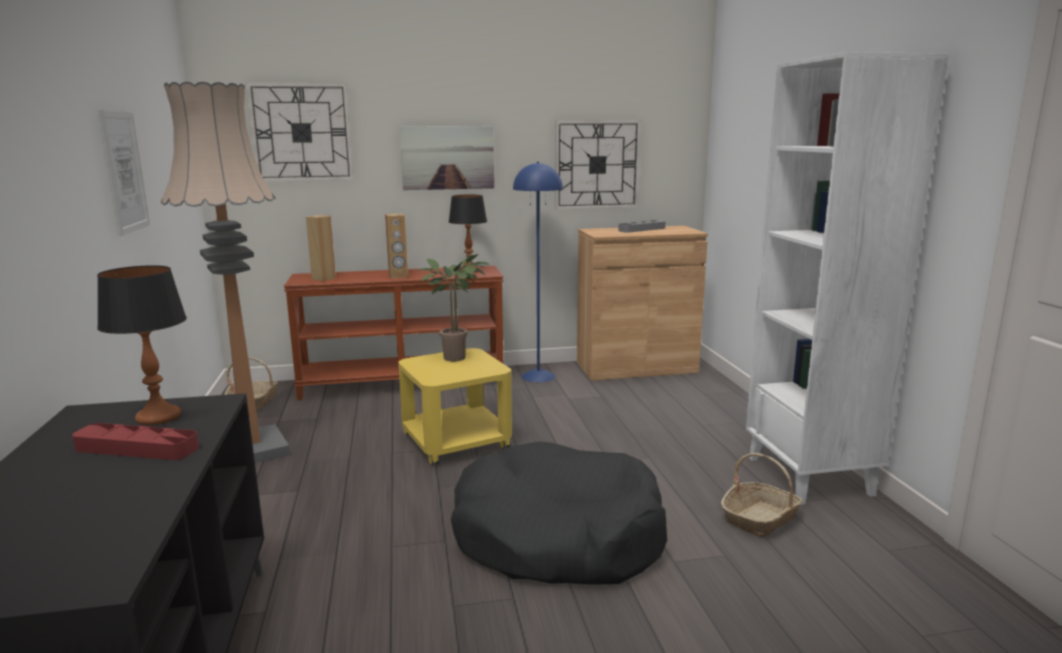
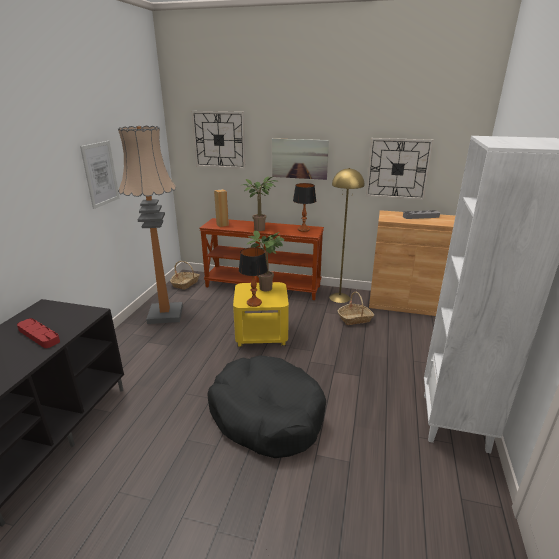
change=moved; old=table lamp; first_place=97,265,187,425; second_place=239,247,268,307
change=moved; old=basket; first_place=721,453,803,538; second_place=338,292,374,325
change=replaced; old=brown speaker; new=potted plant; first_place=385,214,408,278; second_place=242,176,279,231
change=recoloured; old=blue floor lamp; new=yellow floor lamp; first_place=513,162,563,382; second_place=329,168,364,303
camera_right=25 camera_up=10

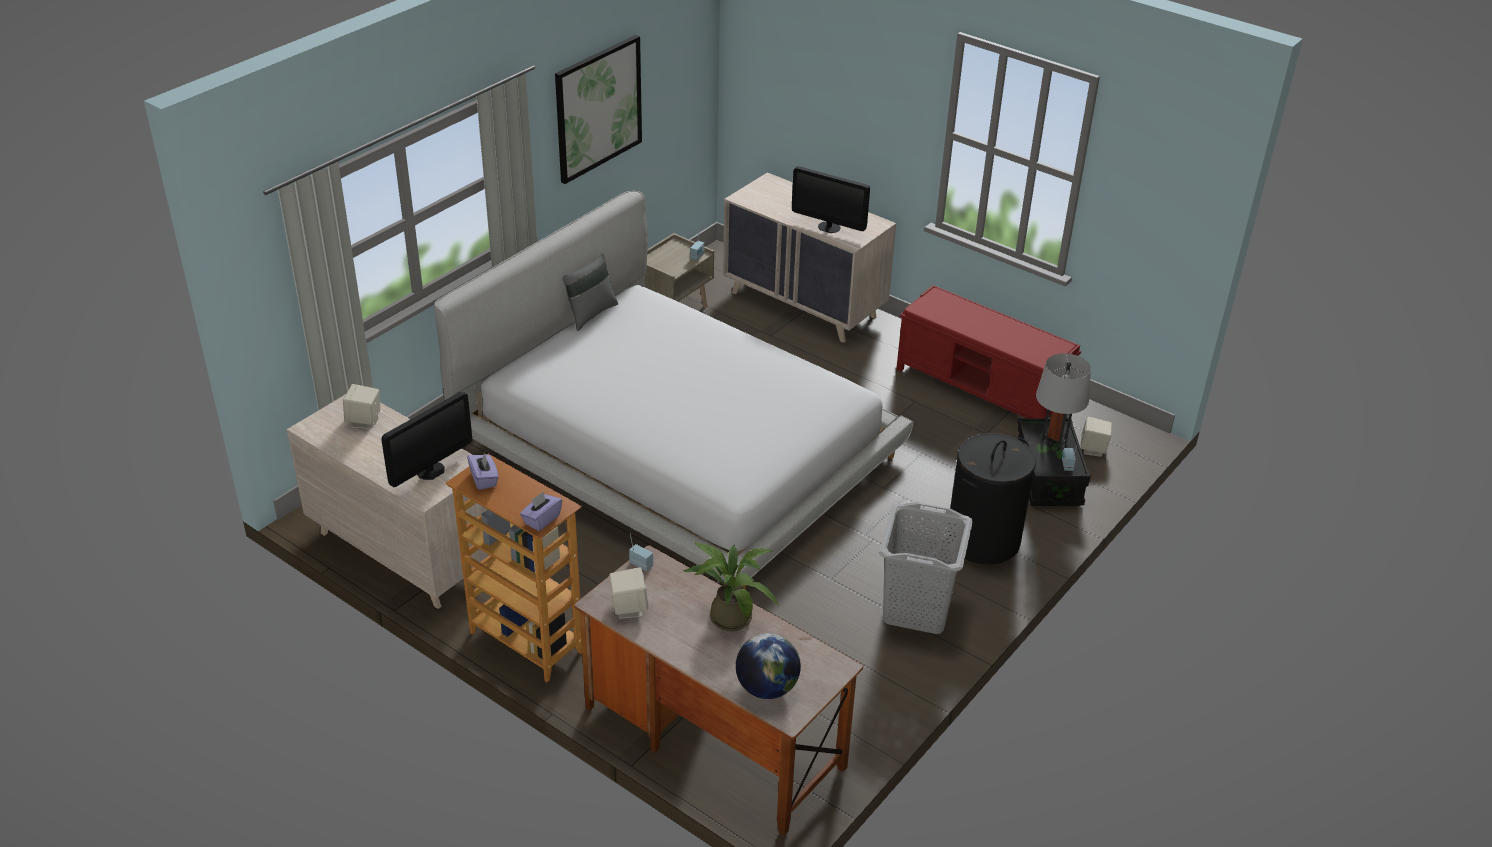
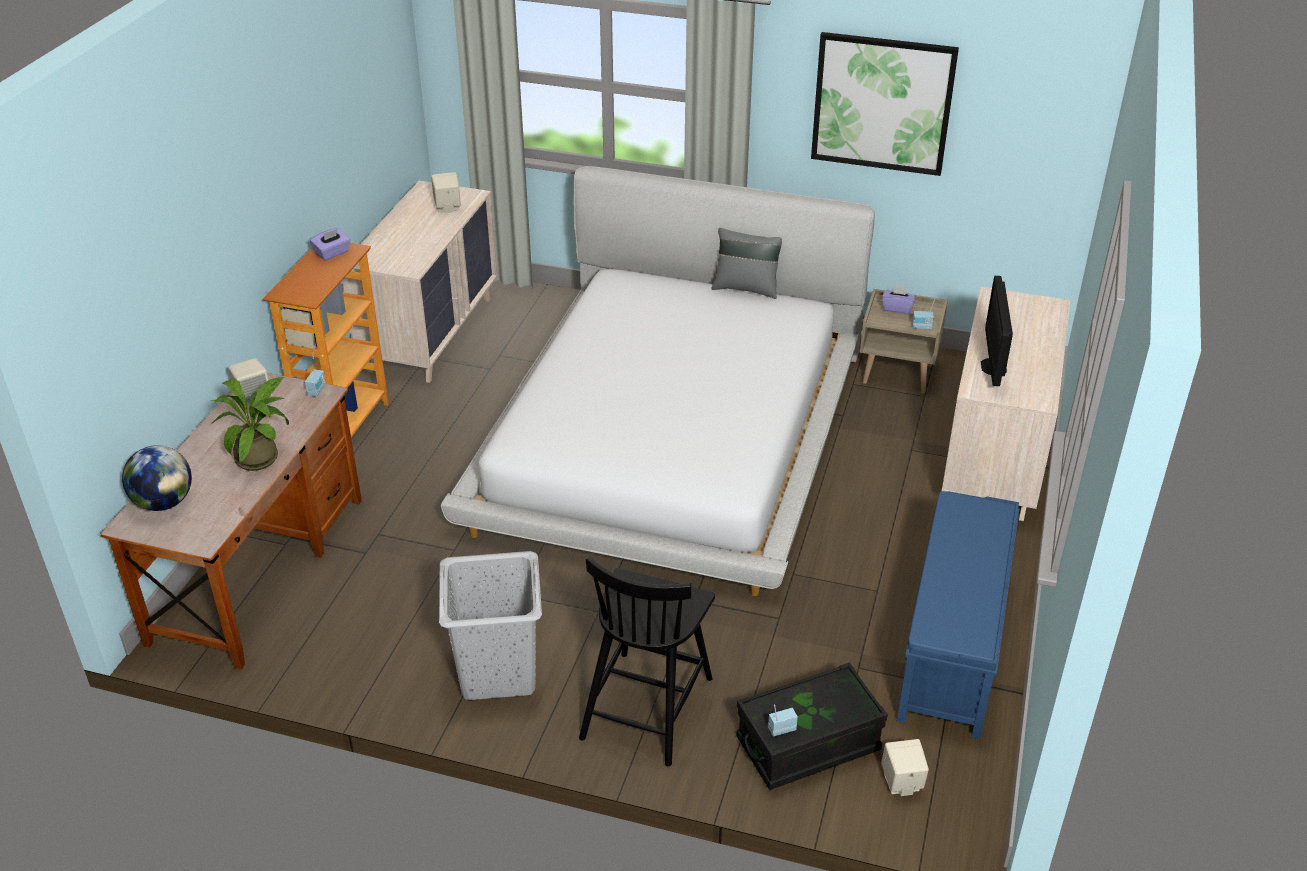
change=removed; old=monitor; first_place=381,391,472,487
change=removed; old=grey table lamp; first_place=1036,353,1091,448
change=moved; old=purple tissue box; first_place=520,492,562,531; second_place=882,285,915,314
change=replaced; old=black laundry basket; new=black chair; first_place=948,433,1036,564; second_place=579,557,715,766
change=recoloured; old=red bench; new=blue bench; first_place=896,285,1081,419; second_place=897,491,1020,739
camera_right=70 camera_up=0

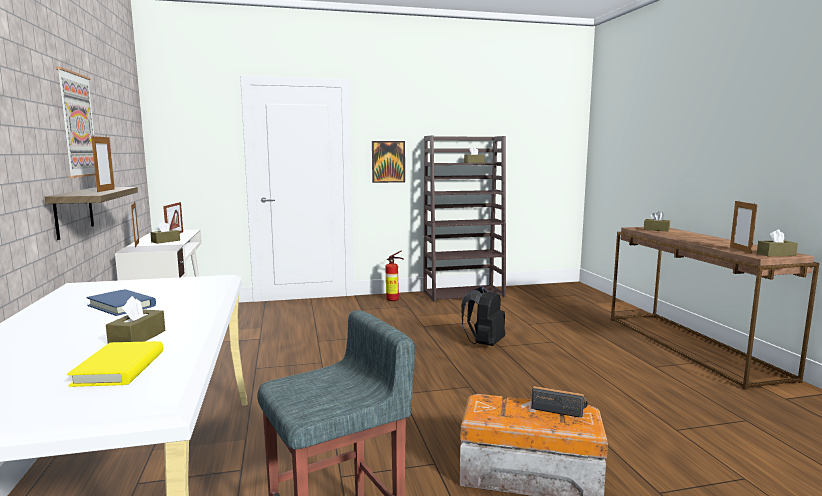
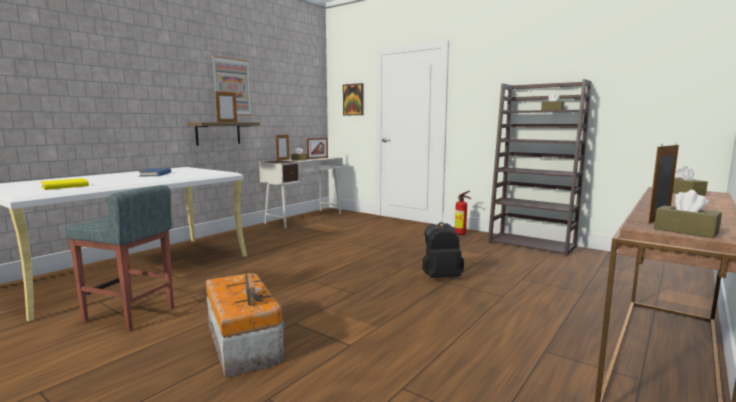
change=removed; old=brown tissue box; first_place=106,296,165,343
change=moved; old=picture; first_place=372,141,405,183; second_place=343,83,363,115
camera_right=50 camera_up=0

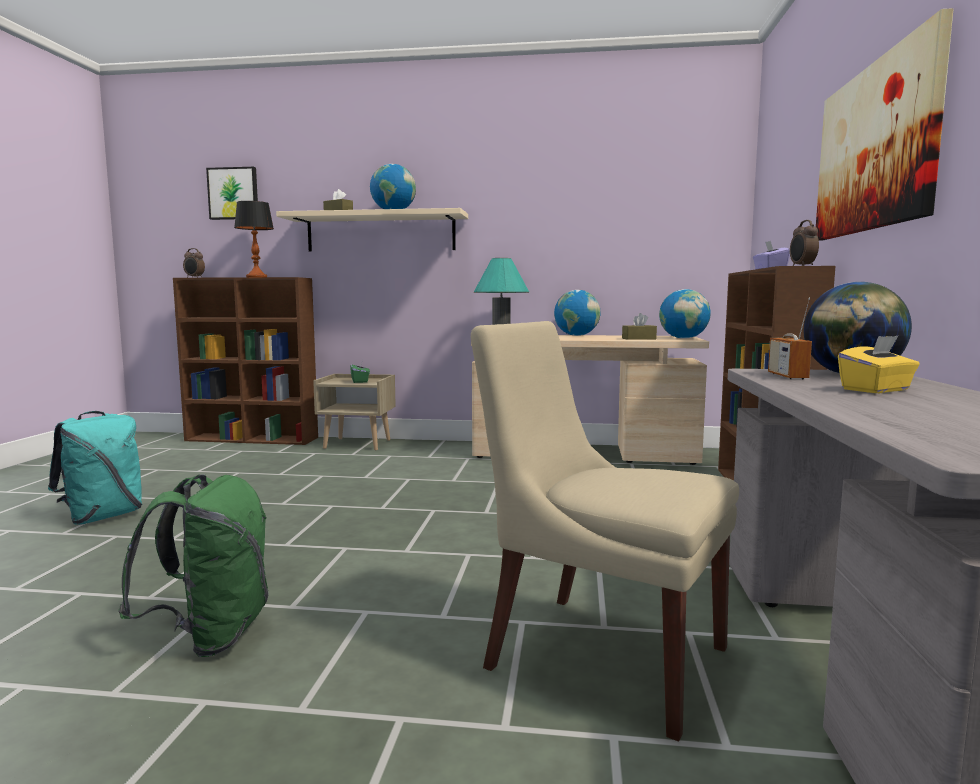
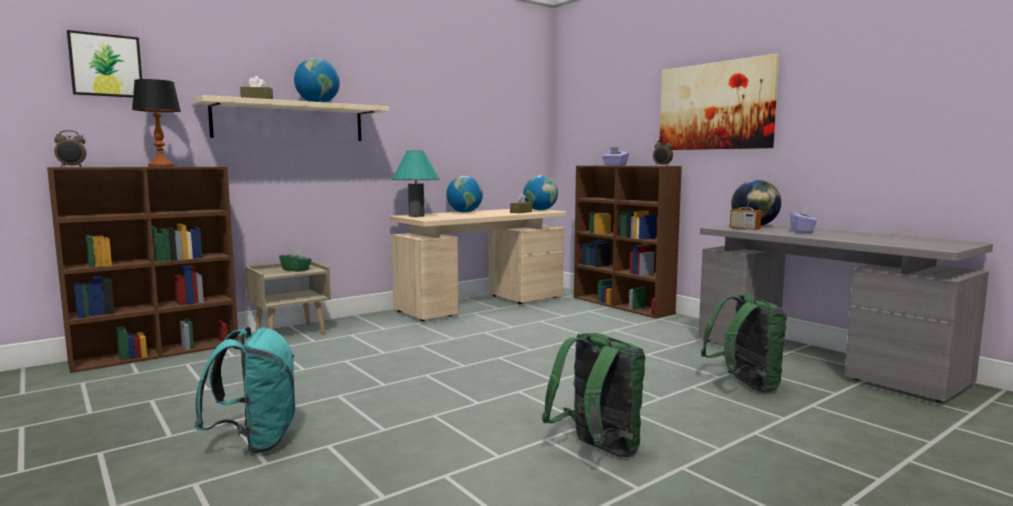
change=replaced; old=beige chair; new=green backpack; first_place=471,321,739,741; second_place=701,293,787,393
change=recoloured; old=yellow tissue box; new=purple tissue box; first_place=838,336,920,393; second_place=790,207,817,233
camera_right=-45 camera_up=0

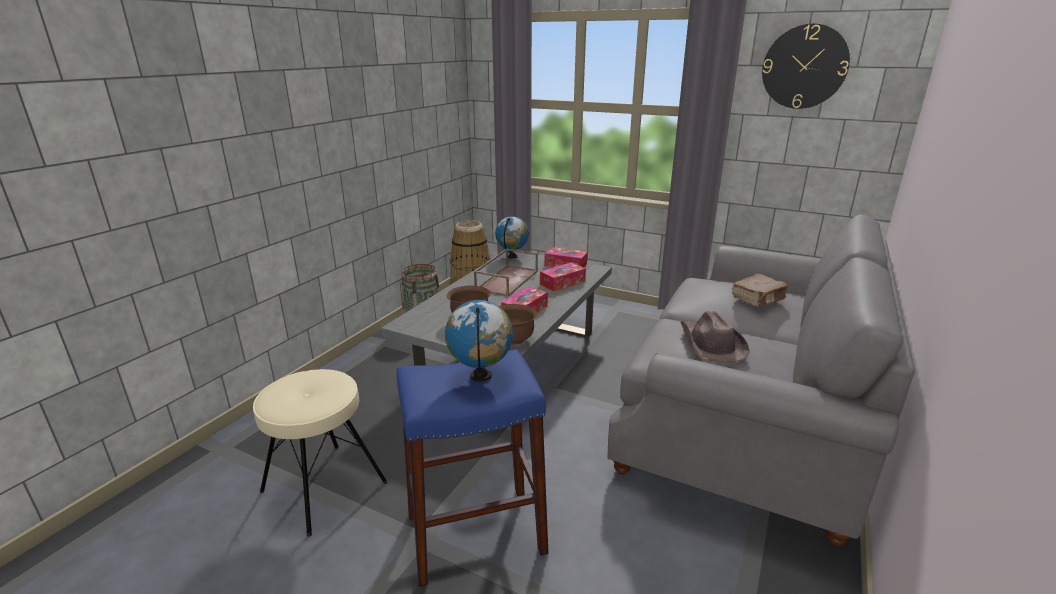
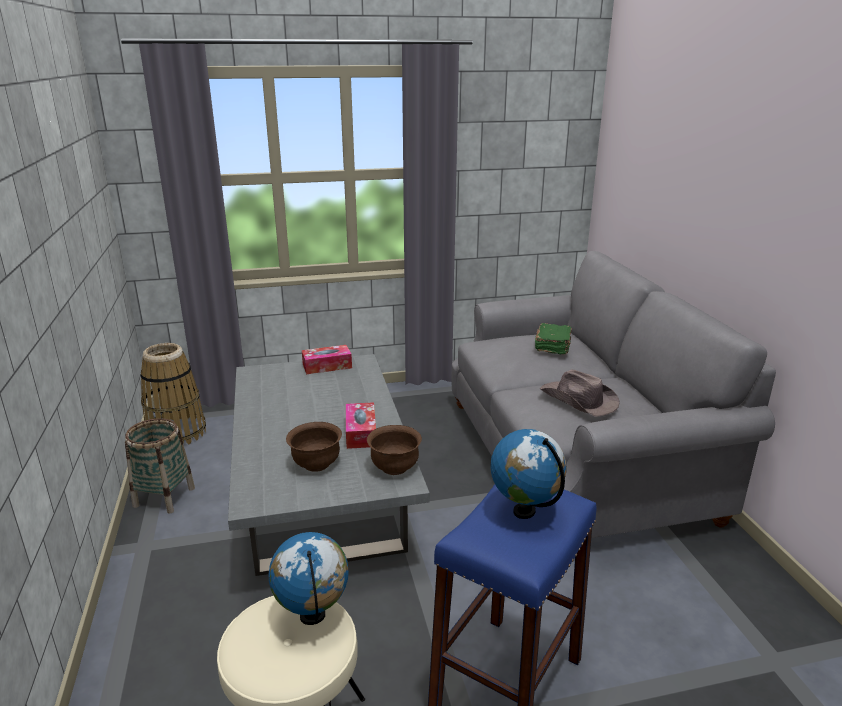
change=removed; old=brown tray; first_place=474,248,538,297
change=removed; old=tissue box; first_place=540,262,586,292
change=removed; old=wall clock; first_place=762,24,850,109
change=moved; old=globe; first_place=495,216,529,259; second_place=268,532,349,625
change=recoloured; old=brown book; new=green book; first_place=732,274,788,307; second_place=535,323,572,354
camera_right=-40 camera_up=0

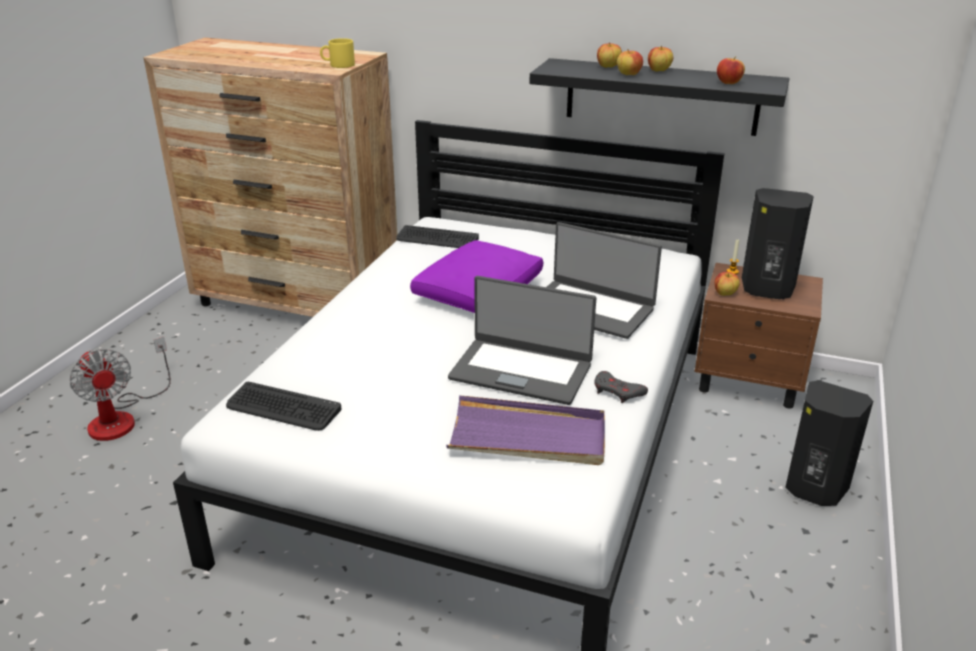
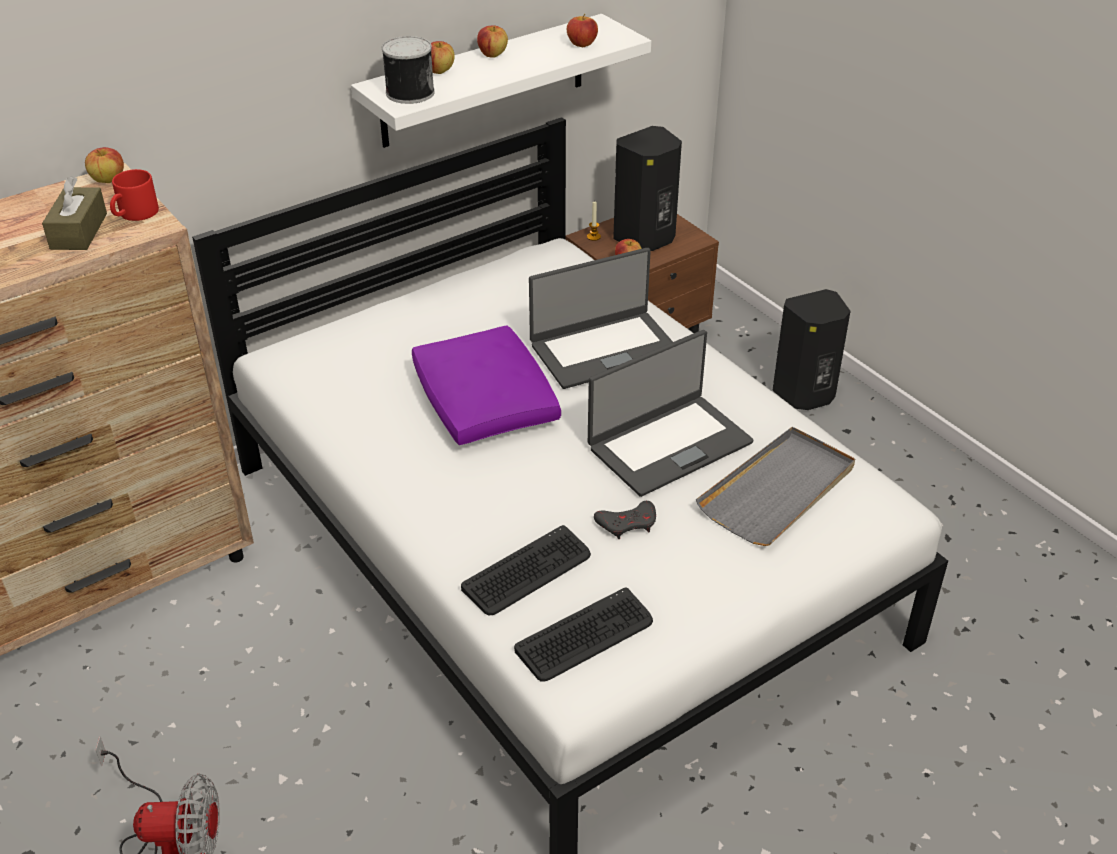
change=added; new=brown tissue box; second_place=42,176,107,250
change=added; new=can; second_place=382,36,435,104
change=moved; old=keyboard; first_place=396,225,479,248; second_place=461,525,591,615
change=moved; old=grey game controller; first_place=594,371,648,403; second_place=594,501,656,539
change=moved; old=apple; first_place=617,49,643,75; second_place=85,147,124,183
change=recoloured; old=yellow mug; new=red mug; first_place=320,38,355,68; second_place=110,169,159,221
change=recoloured; old=purple tray; new=grey tray; first_place=446,395,605,465; second_place=696,427,855,546
change=recoloured; old=black shelf; new=white shelf; first_place=529,58,790,136; second_place=351,14,651,148
camera_right=-55 camera_up=10

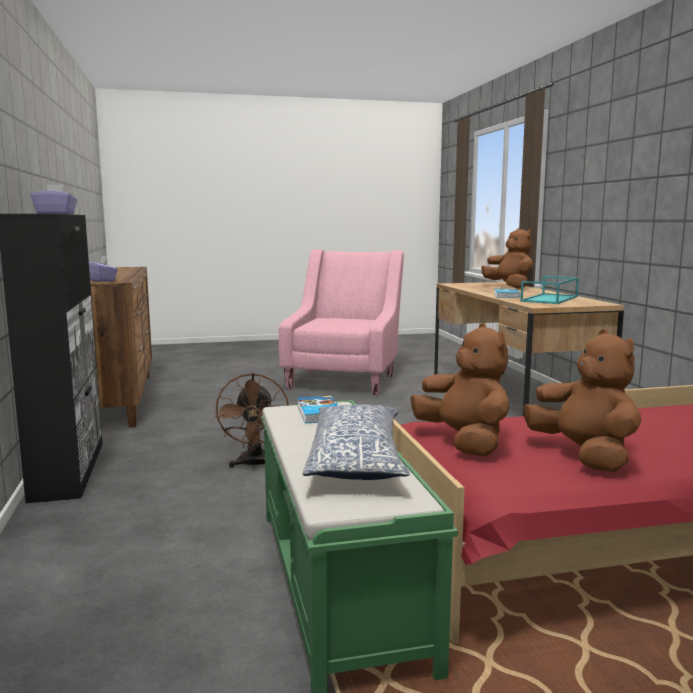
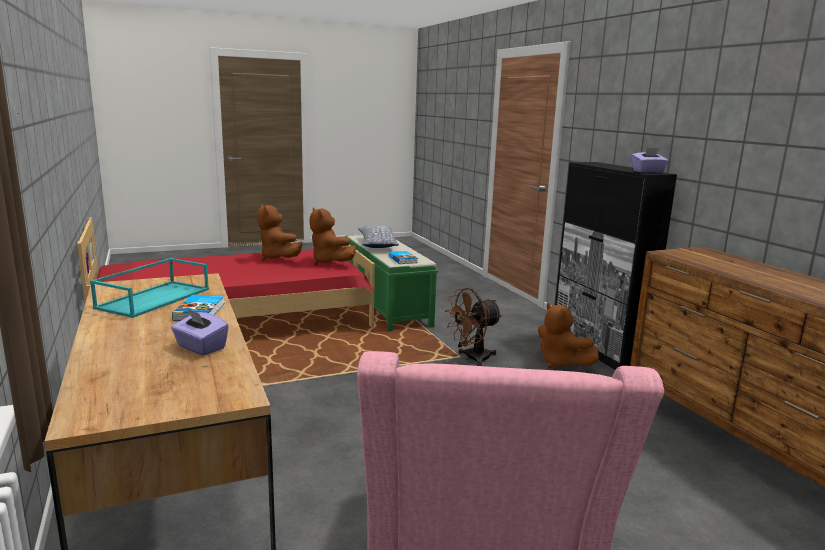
change=moved; old=purple tissue box; first_place=89,256,118,282; second_place=171,308,229,356
change=moved; old=brown plush toy; first_place=481,228,533,289; second_place=538,303,599,368
change=turned; old=brown fan; first_place=214,373,289,468; second_place=445,288,502,366; degrees=-105
camera_right=170 camera_up=5

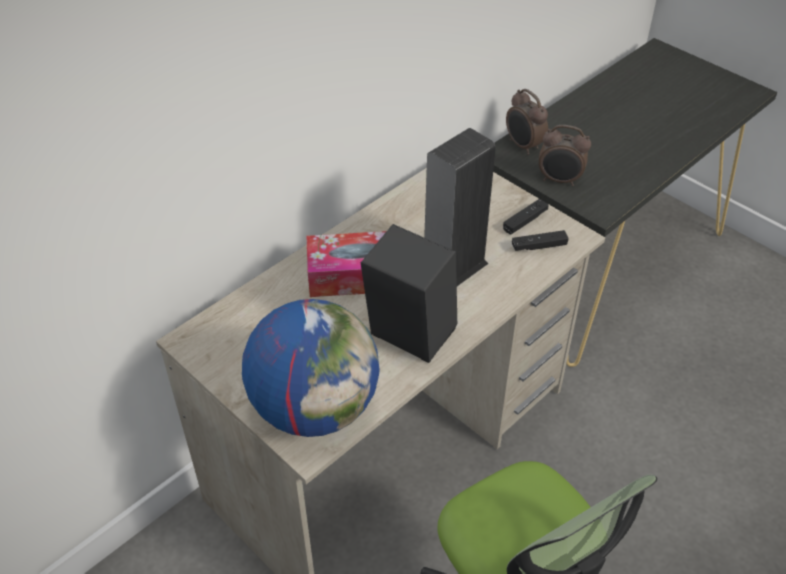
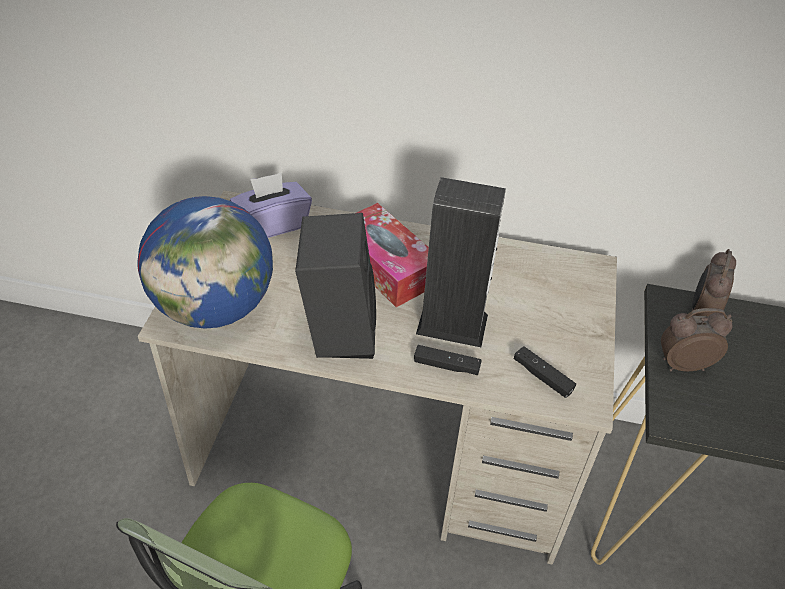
change=added; new=purple tissue box; second_place=230,172,312,238
change=moved; old=black game controller; first_place=503,199,548,235; second_place=414,345,482,375
change=turned; old=alarm clock; first_place=539,125,591,186; second_place=661,308,733,371; degrees=105
camera_right=55 camera_up=0

